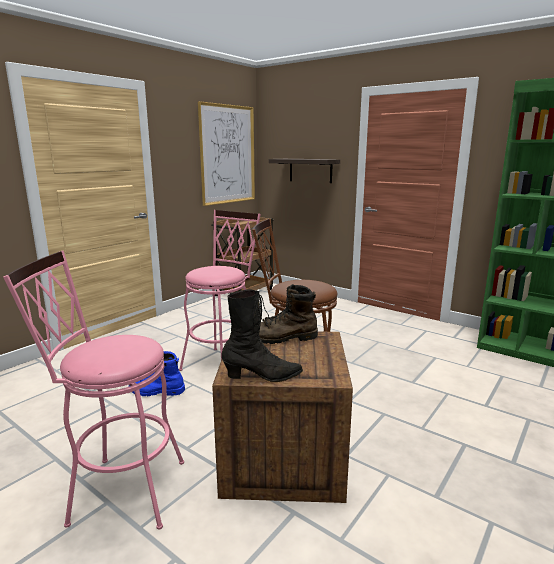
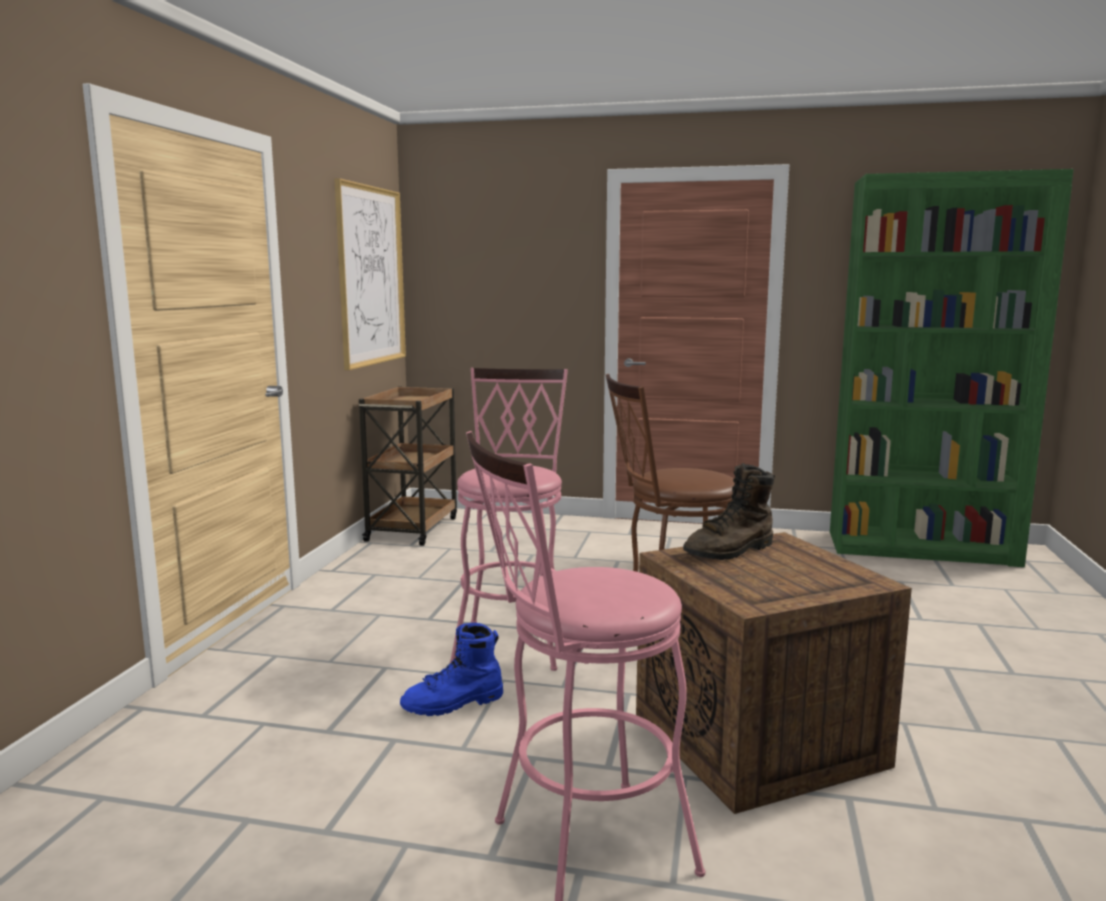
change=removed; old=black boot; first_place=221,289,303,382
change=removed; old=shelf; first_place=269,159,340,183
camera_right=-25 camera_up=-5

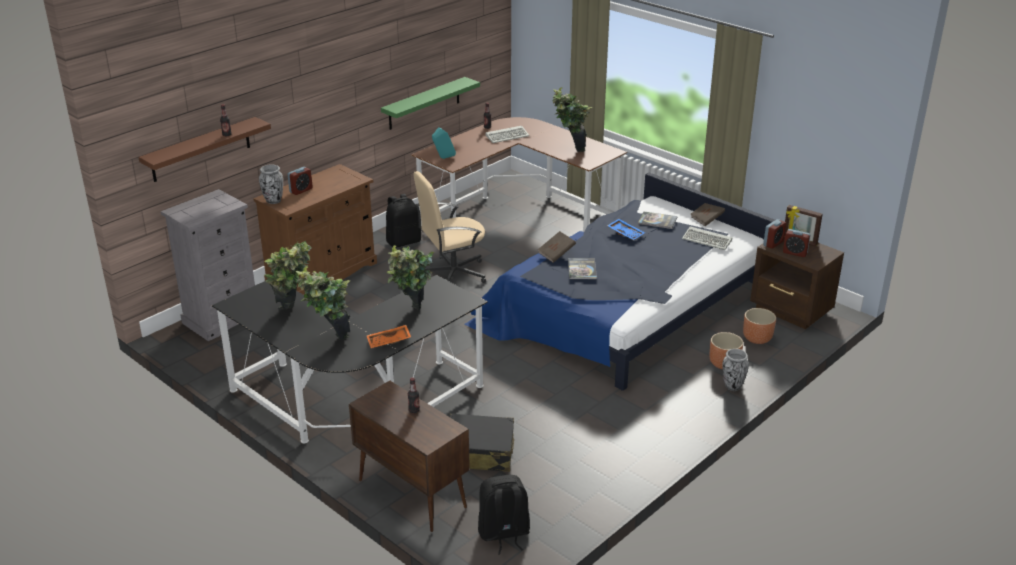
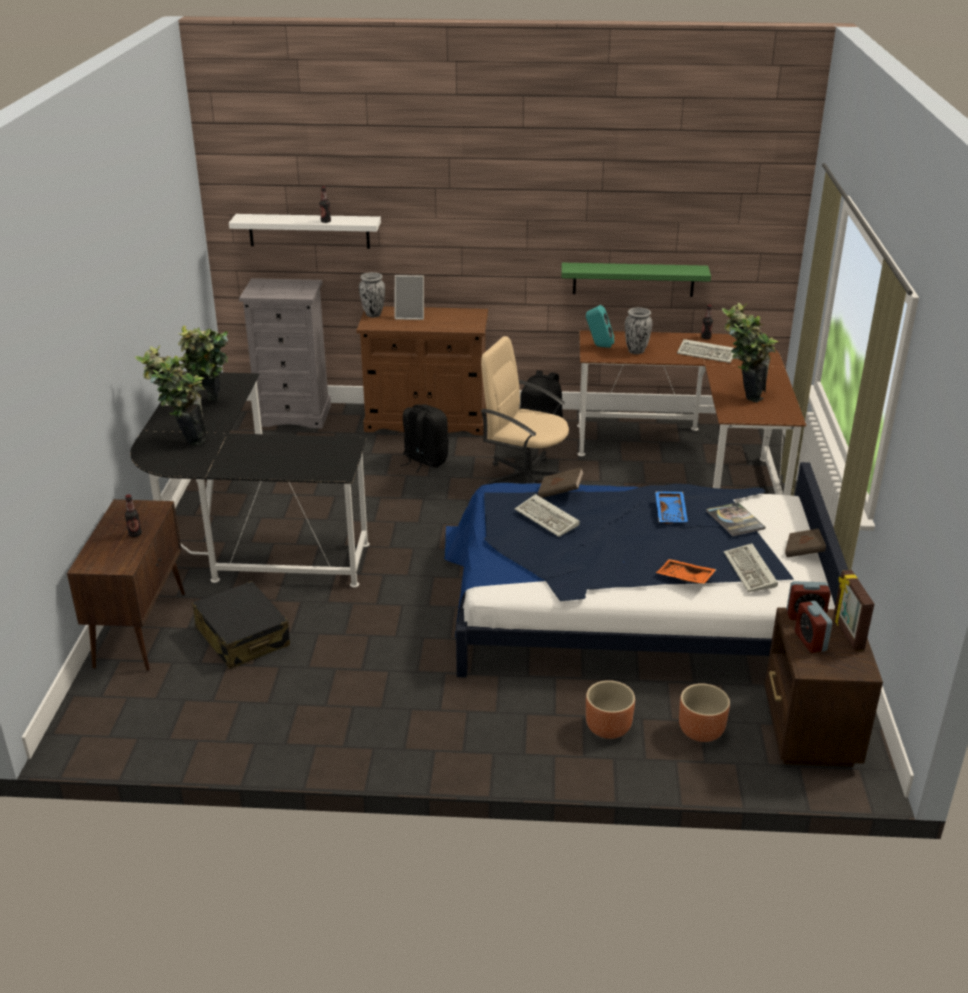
change=removed; old=potted plant; first_place=387,245,434,310
change=moved; old=orange tray; first_place=367,325,411,348; second_place=656,559,717,584
change=moved; old=black backpack; first_place=478,475,530,554; second_place=400,404,449,472
change=moved; old=vase; first_place=722,349,749,391; second_place=625,307,652,354
change=replaced; old=alarm clock; new=picture frame; first_place=287,167,313,195; second_place=395,275,424,320
change=replaced; old=book; new=keyboard; first_place=568,258,597,279; second_place=515,494,580,537
change=recoloured; old=brown shelf; new=white shelf; first_place=138,117,271,182; second_place=229,214,381,249
camera_right=50 camera_up=0

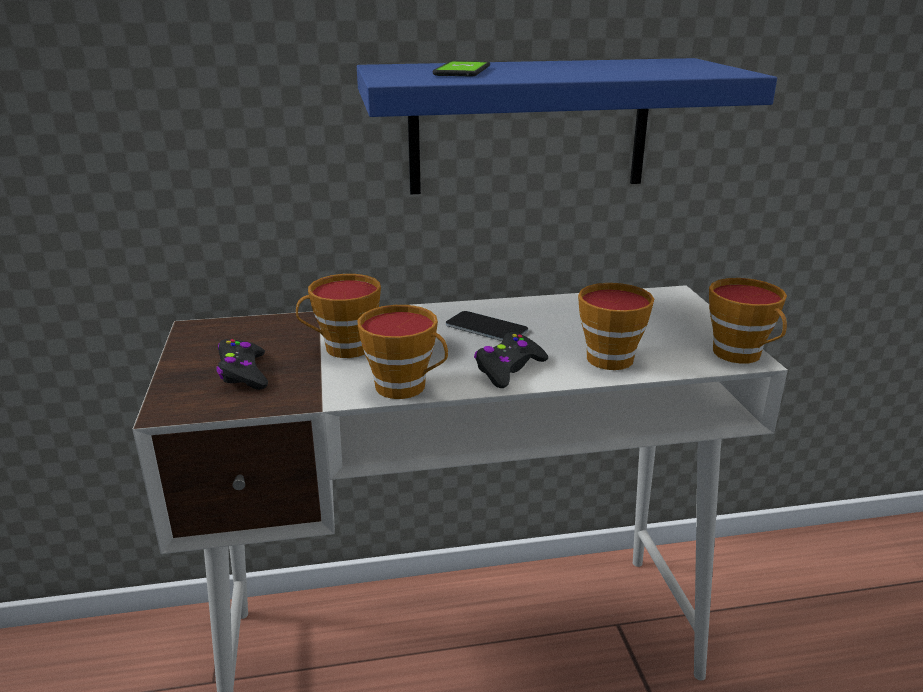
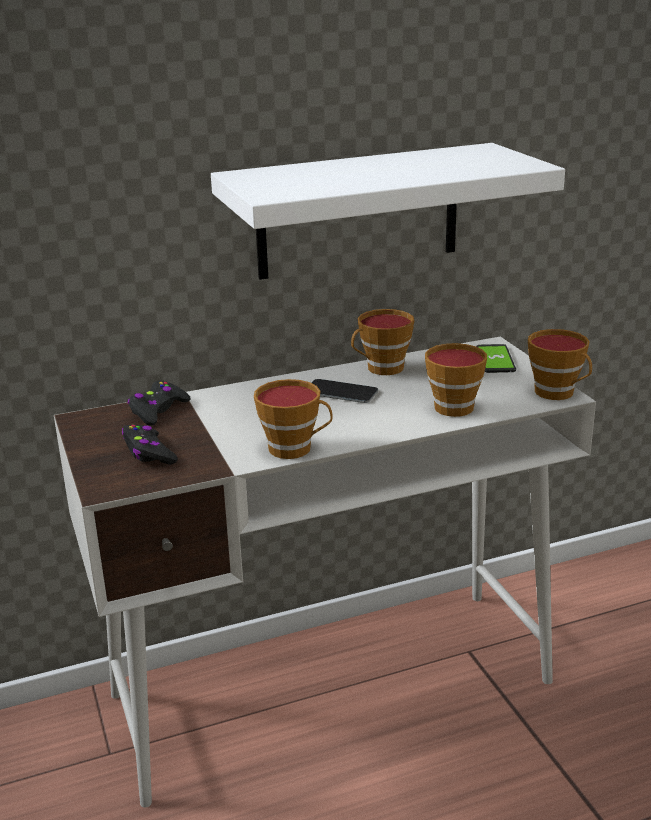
change=moved; old=cup; first_place=296,274,381,358; second_place=351,309,414,375
change=moved; old=phone; first_place=433,61,490,76; second_place=476,344,516,373
change=moved; old=black game controller; first_place=474,332,548,388; second_place=128,380,191,426
change=recoloured; old=blue shelf; new=white shelf; first_place=357,58,777,195; second_place=211,143,565,280
camera_right=-10 camera_up=0

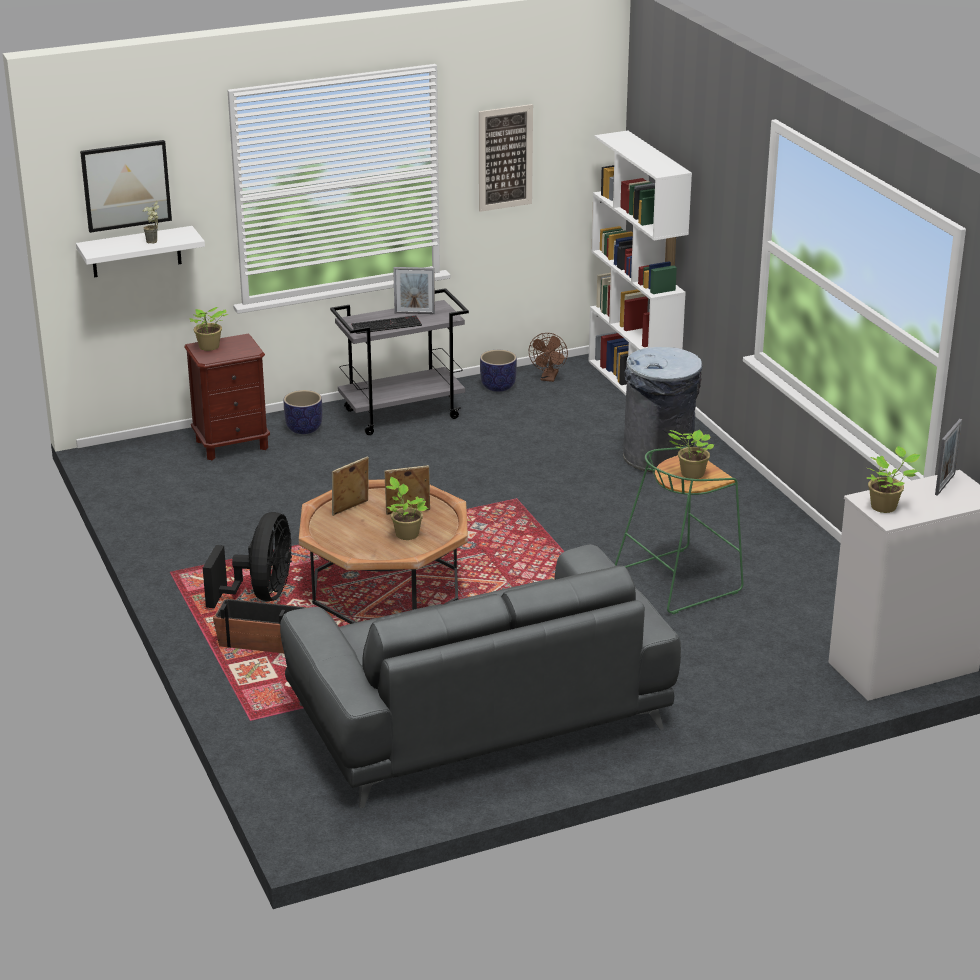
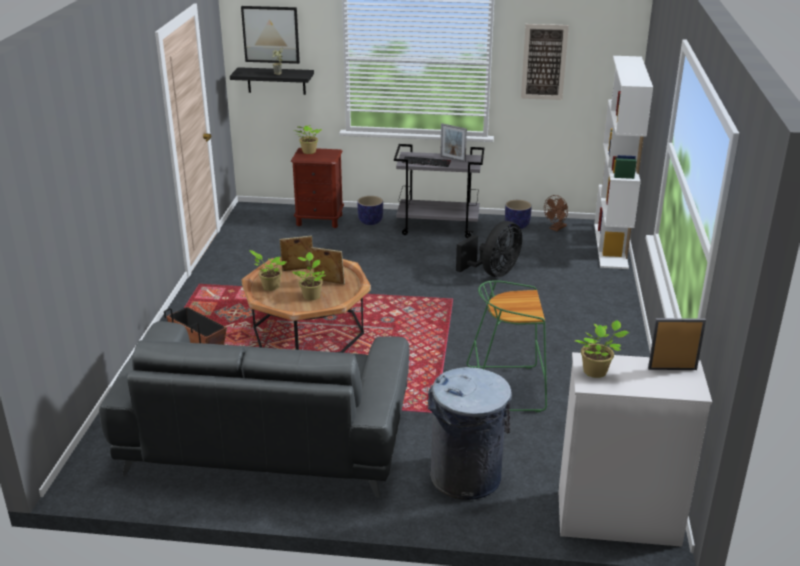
change=moved; old=black fan; first_place=203,512,292,608; second_place=456,221,522,277
change=moved; old=grey trash can; first_place=623,347,702,473; second_place=427,367,512,500
change=moved; old=potted plant; first_place=667,430,714,479; second_place=249,250,286,291
change=recoloured; old=white shelf; new=black shelf; first_place=76,226,205,277; second_place=230,67,314,95
change=turned; old=picture frame; first_place=935,419,962,496; second_place=648,318,706,370; degrees=-150
camera_right=30 camera_up=0

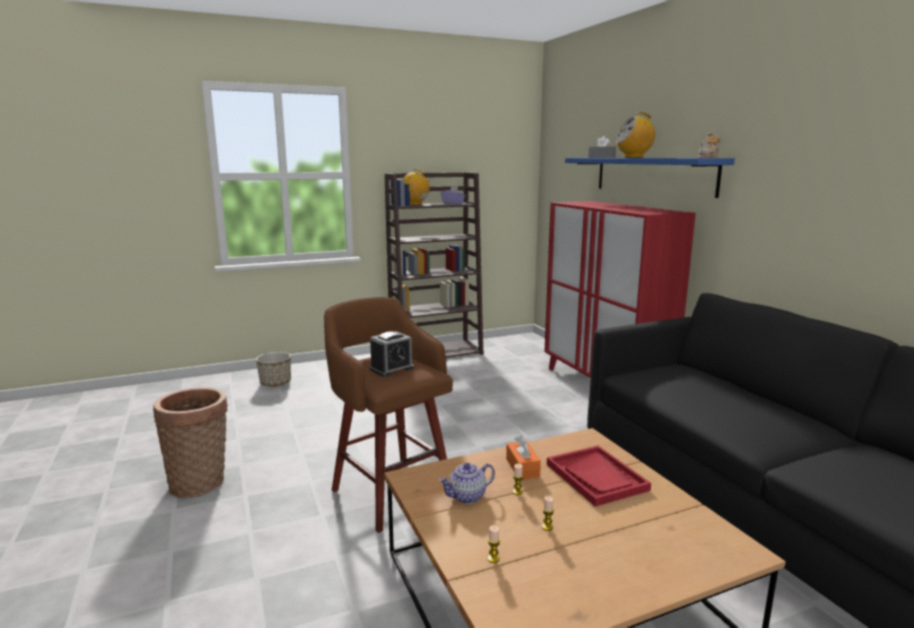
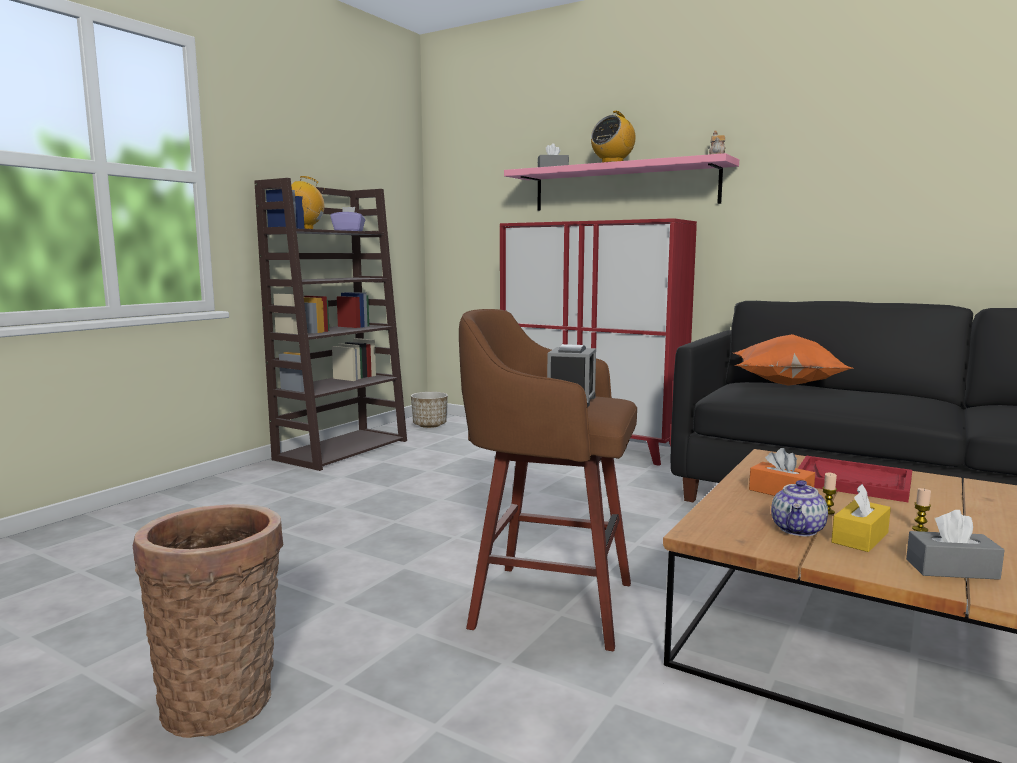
change=added; new=orange pillow; second_place=734,334,853,386
change=added; new=yellow tissue box; second_place=831,484,891,552
change=moved; old=planter; first_place=256,352,291,387; second_place=411,392,448,428
change=replaced; old=candle; new=grey tissue box; first_place=488,525,500,563; second_place=906,510,1005,580
change=recoloured; old=blue shelf; new=pink shelf; first_place=565,158,735,198; second_place=504,153,739,211
camera_right=-35 camera_up=-5

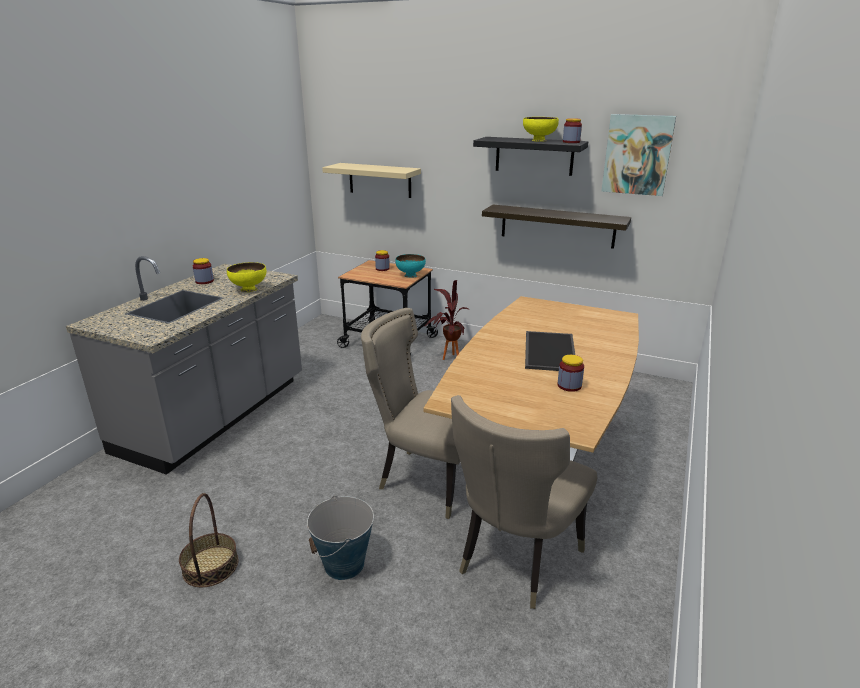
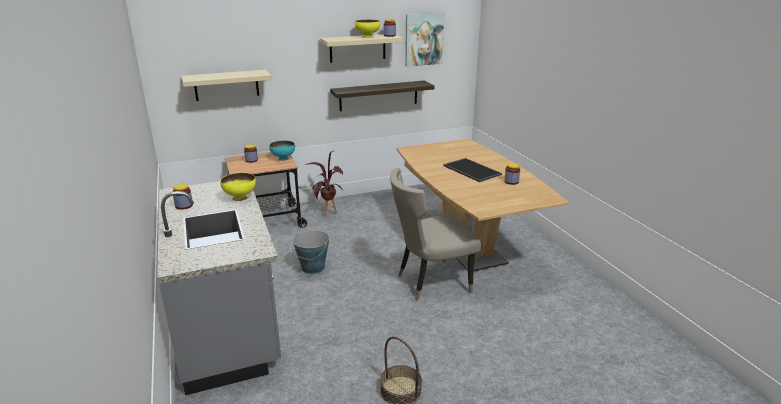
change=removed; old=beige chair; first_place=451,395,597,609
change=moved; old=bucket; first_place=307,495,374,580; second_place=292,230,329,274
change=recoloured; old=black shelf; new=beige shelf; first_place=473,137,588,176; second_place=320,34,403,63
camera_right=-45 camera_up=0

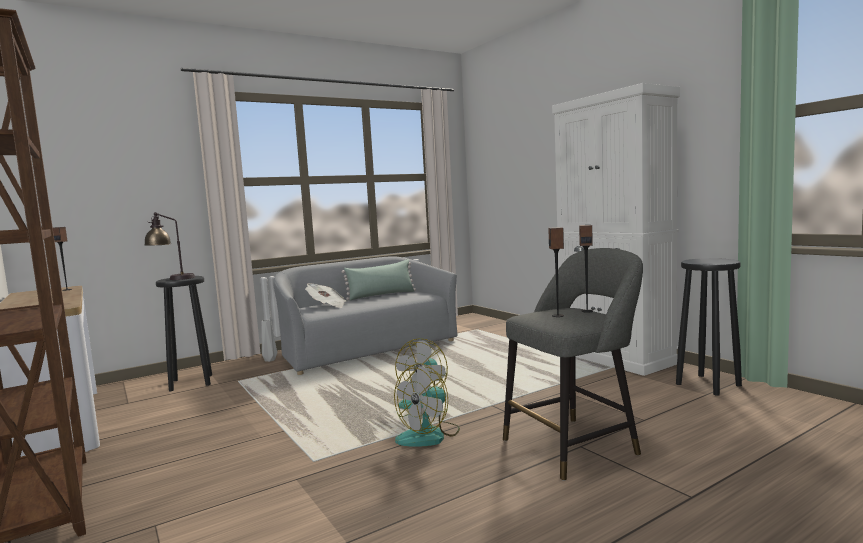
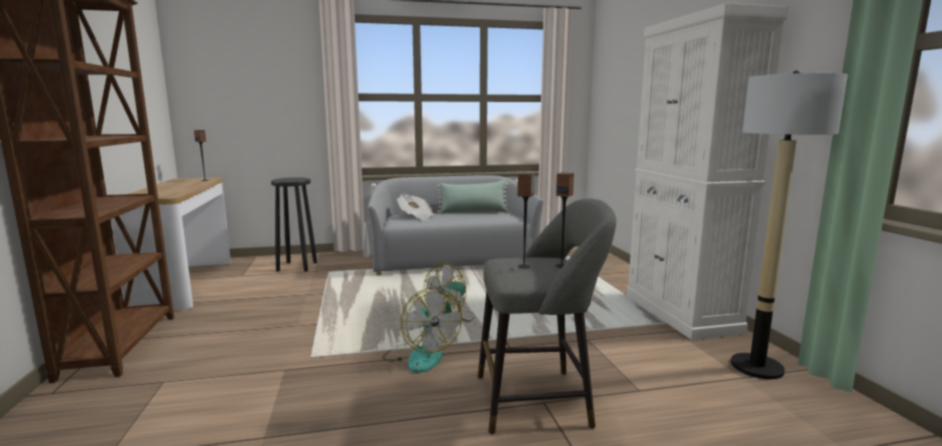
change=removed; old=table lamp; first_place=144,212,195,280
change=replaced; old=black stool; new=floor lamp; first_place=676,258,742,396; second_place=731,71,848,379
change=turned; old=fan; first_place=394,363,460,447; second_place=383,287,462,373; degrees=-90
camera_right=20 camera_up=5

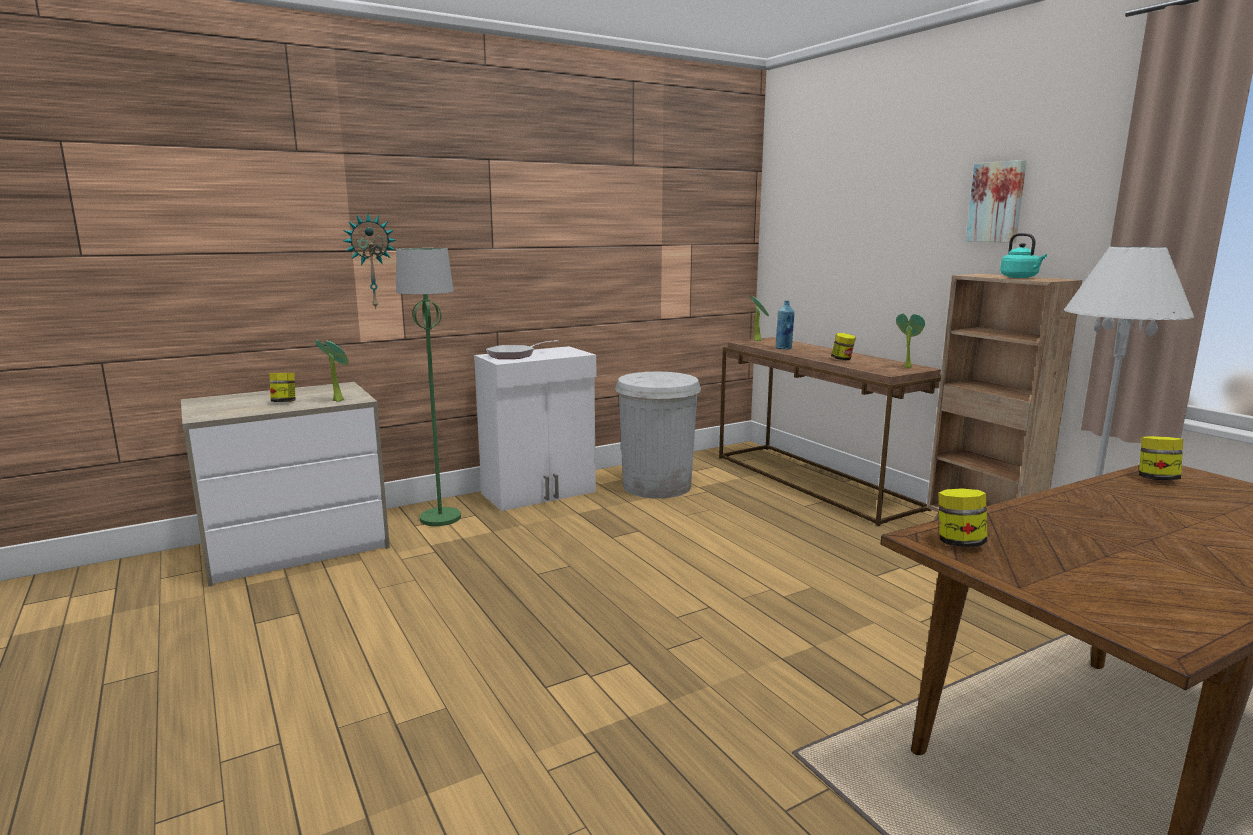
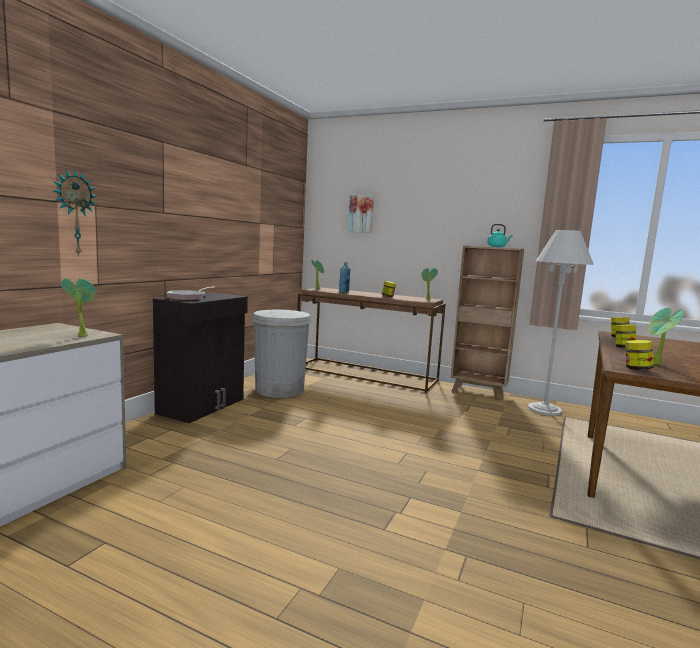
change=removed; old=green floor lamp; first_place=396,248,461,526
change=added; new=potted plant; second_place=648,308,684,365
change=moved; old=jar; first_place=269,373,295,402; second_place=616,325,636,348
change=moved; old=picture; first_place=966,160,1027,242; second_place=348,194,374,233
change=recoloured; old=white cabinet; new=black cabinet; first_place=474,346,596,511; second_place=153,292,248,423
camera_right=-35 camera_up=-5

